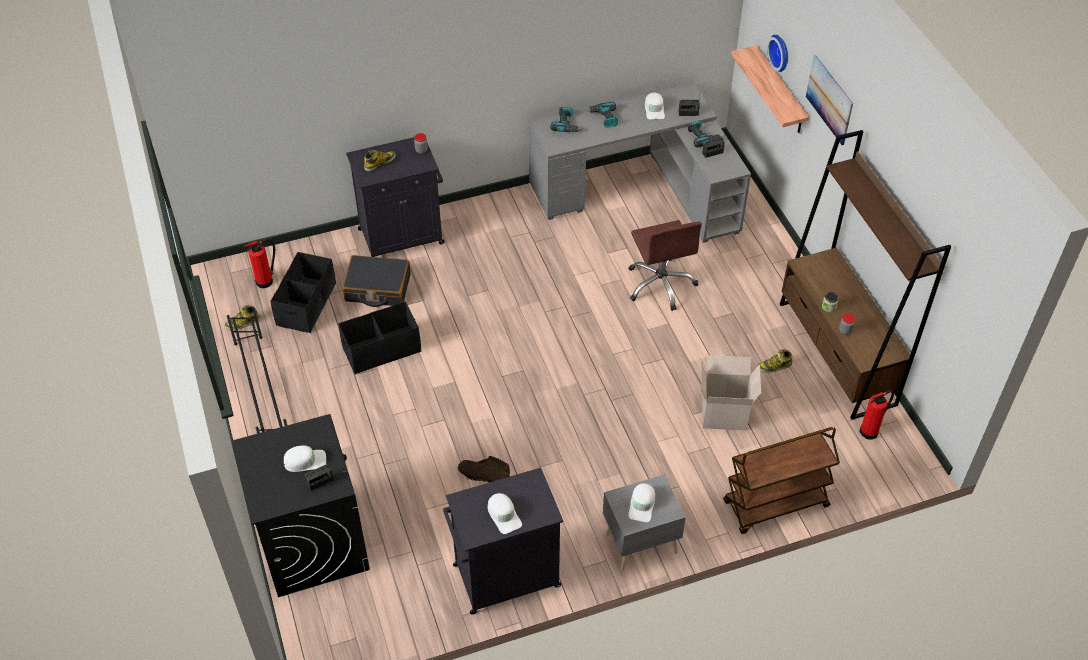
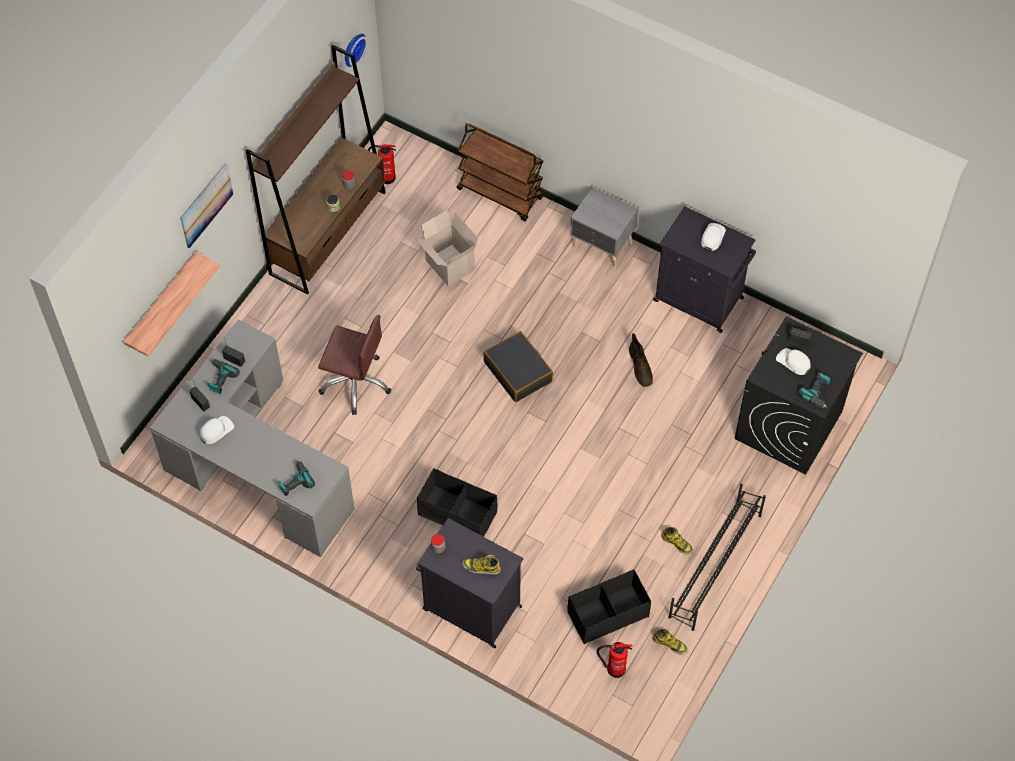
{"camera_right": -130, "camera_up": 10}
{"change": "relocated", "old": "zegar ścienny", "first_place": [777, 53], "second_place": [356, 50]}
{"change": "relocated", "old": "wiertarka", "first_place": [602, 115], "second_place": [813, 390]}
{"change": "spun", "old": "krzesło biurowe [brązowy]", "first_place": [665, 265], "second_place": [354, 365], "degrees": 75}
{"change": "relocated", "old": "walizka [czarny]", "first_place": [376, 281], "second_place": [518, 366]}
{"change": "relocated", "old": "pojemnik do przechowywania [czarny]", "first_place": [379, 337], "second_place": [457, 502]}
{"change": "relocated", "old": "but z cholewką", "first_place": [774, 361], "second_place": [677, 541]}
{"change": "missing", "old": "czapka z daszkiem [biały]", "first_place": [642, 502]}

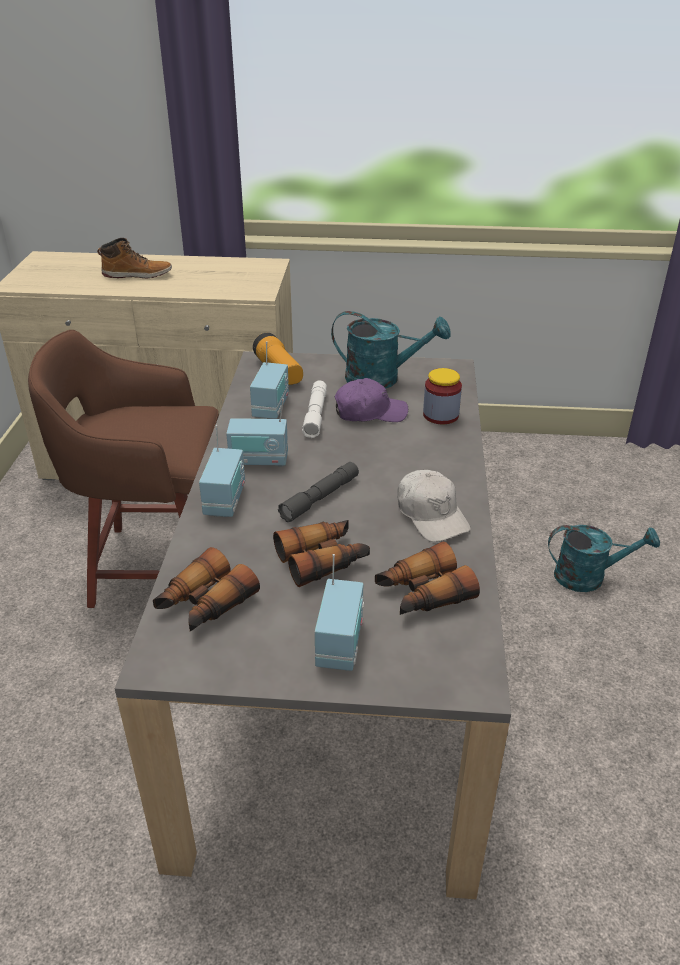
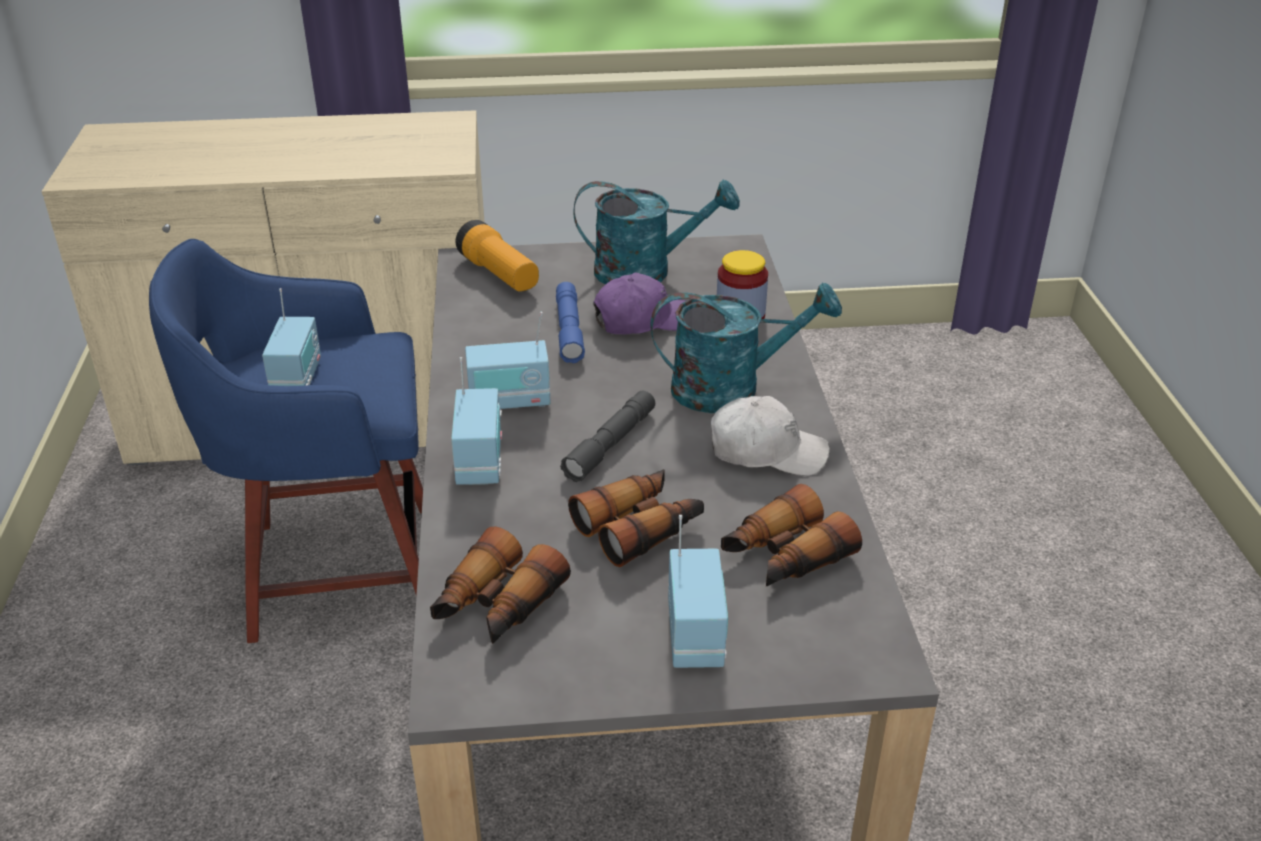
{"camera_right": -10, "camera_up": 0}
{"change": "missing", "old": "but z cholewką", "first_place": [134, 258]}
{"change": "colour", "old": "stołek [brązowy]", "new": "stołek [niebieski]", "first_place": [123, 469], "second_place": [286, 441]}
{"change": "relocated", "old": "radio", "first_place": [269, 380], "second_place": [291, 337]}
{"change": "colour", "old": "latarka [biały]", "new": "latarka [niebieski]", "first_place": [314, 409], "second_place": [570, 322]}
{"change": "spun", "old": "czapka z daszkiem [biały]", "first_place": [434, 506], "second_place": [770, 436], "degrees": -45}
{"change": "relocated", "old": "konewka [turkusowy]", "first_place": [604, 558], "second_place": [746, 347]}

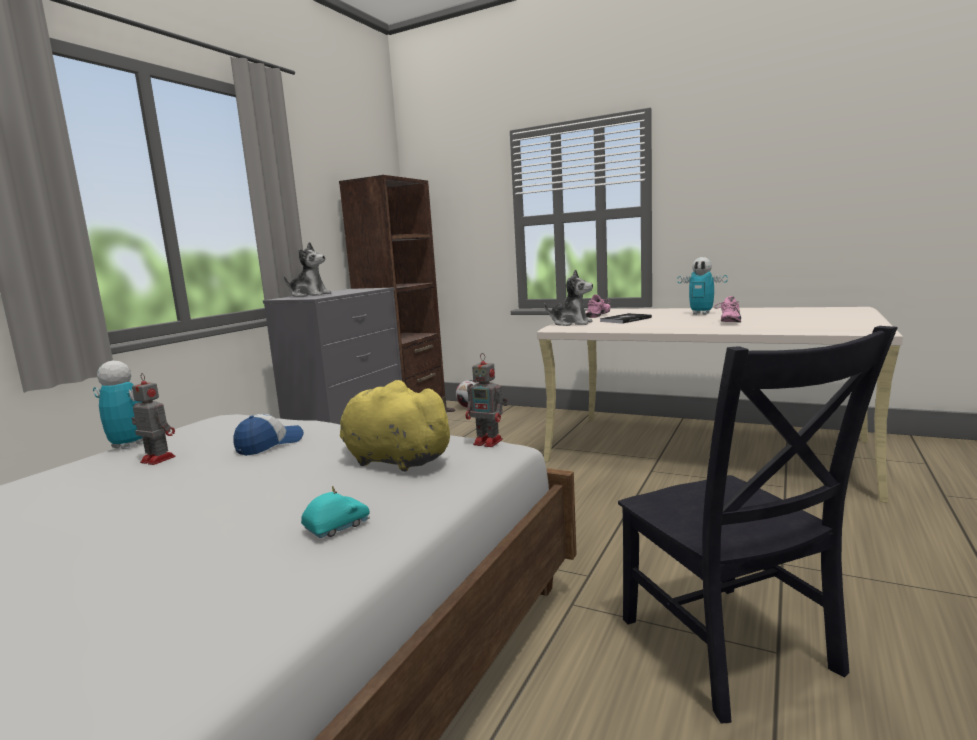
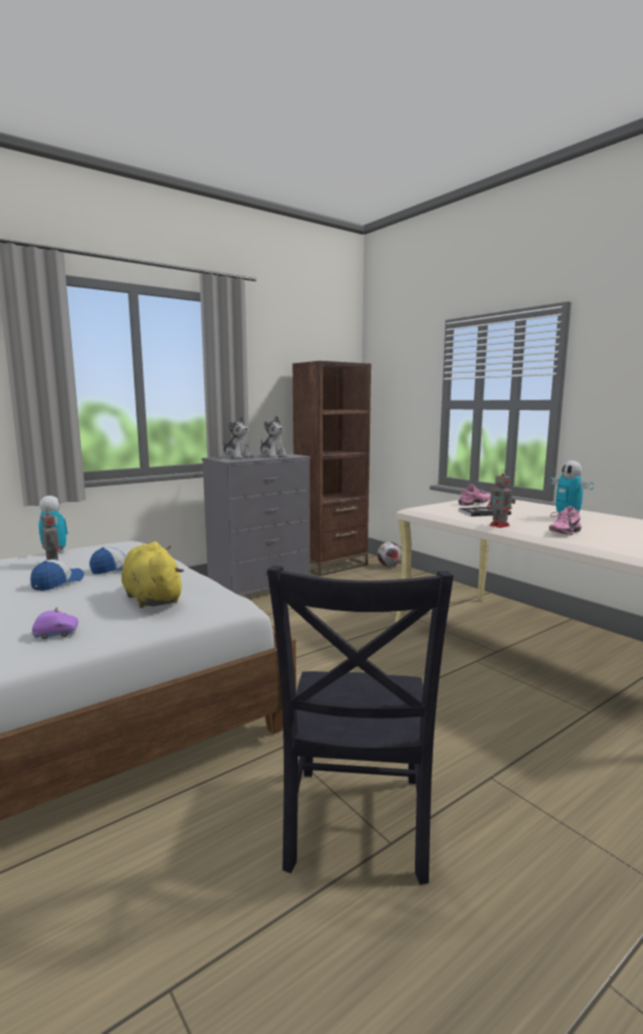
{"camera_right": 25, "camera_up": 0}
{"change": "relocated", "old": "pluszak", "first_place": [568, 297], "second_place": [274, 437]}
{"change": "relocated", "old": "robot zabawkowy", "first_place": [487, 400], "second_place": [501, 498]}
{"change": "colour", "old": "samochodzik [turkusowy]", "new": "samochodzik [fioletowy]", "first_place": [335, 512], "second_place": [55, 623]}
{"change": "appeared", "new": "czapka z daszkiem", "second_place": [57, 575]}

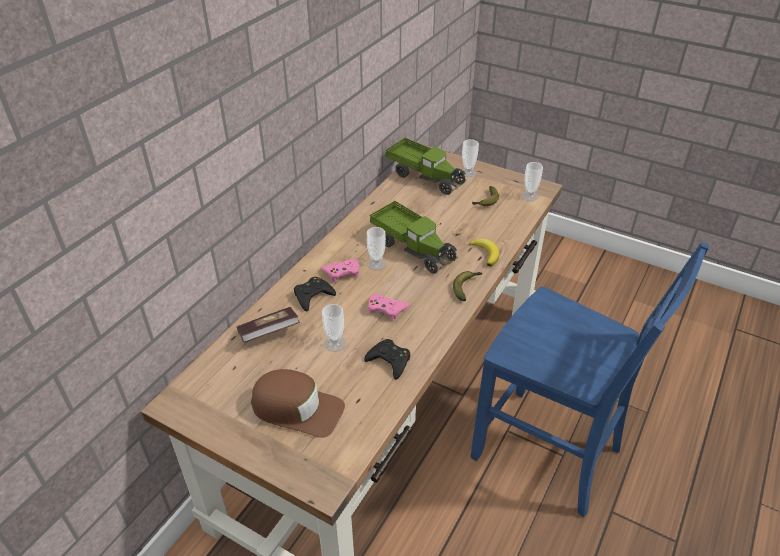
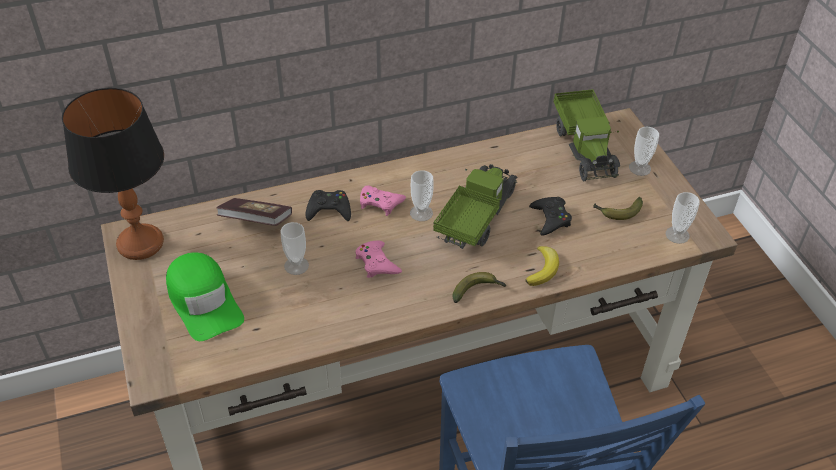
{"camera_right": 40, "camera_up": 5}
{"change": "spun", "old": "ciężarówka zabawkowa", "first_place": [414, 237], "second_place": [475, 206], "degrees": -150}
{"change": "relocated", "old": "pad do gier [czarny]", "first_place": [387, 359], "second_place": [550, 216]}
{"change": "colour", "old": "czapka z daszkiem [brązowy]", "new": "czapka z daszkiem [zielony]", "first_place": [298, 403], "second_place": [205, 296]}
{"change": "appeared", "new": "lampa stołowa", "second_place": [113, 174]}

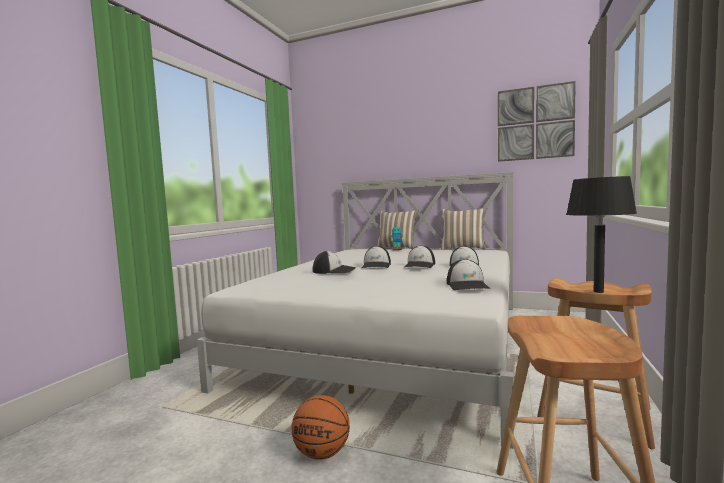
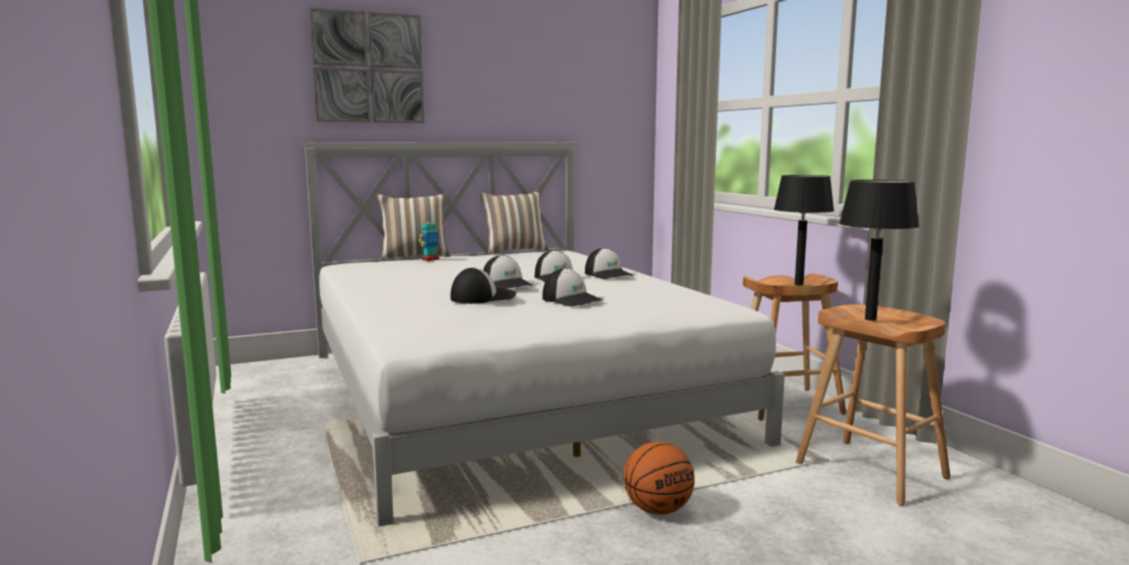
{"camera_right": -45, "camera_up": 5}
{"change": "relocated", "old": "obraz", "first_place": [537, 121], "second_place": [366, 65]}
{"change": "relocated", "old": "czapka z daszkiem", "first_place": [468, 274], "second_place": [572, 287]}
{"change": "appeared", "new": "lampa stołowa [czarny]", "second_place": [879, 250]}

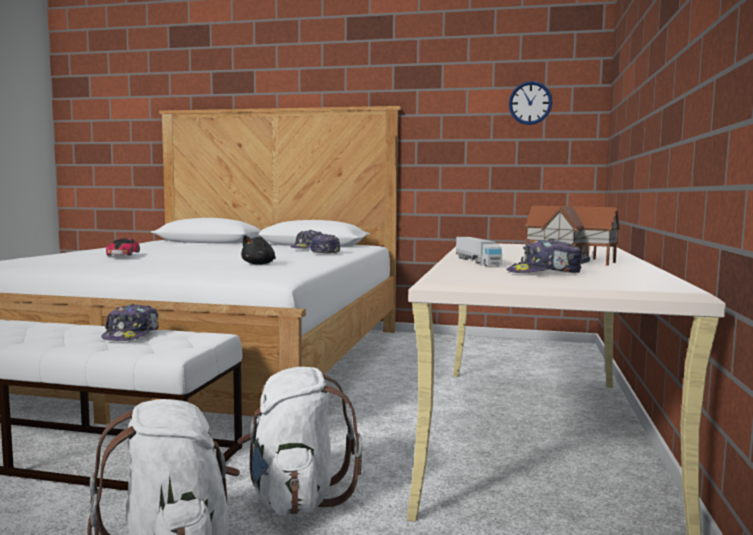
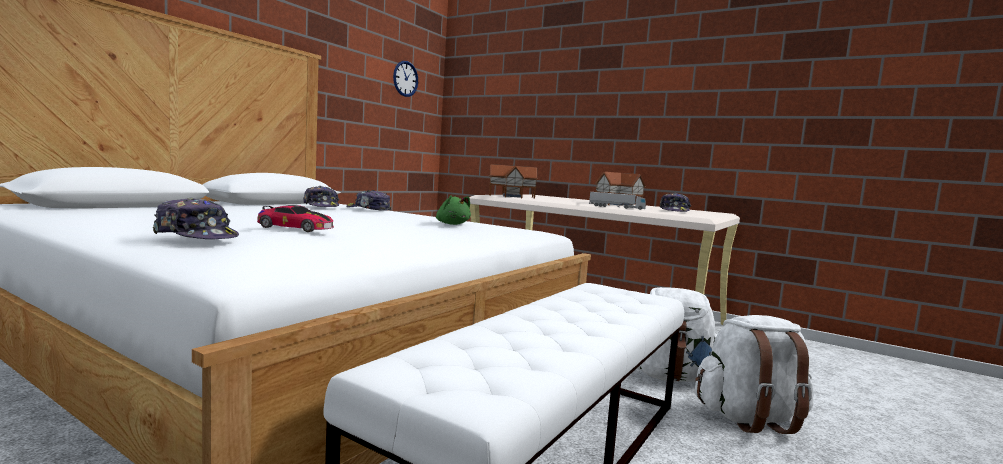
{"camera_right": -70, "camera_up": 0}
{"change": "colour", "old": "pluszak [czarny]", "new": "pluszak [zielony]", "first_place": [258, 250], "second_place": [453, 210]}
{"change": "relocated", "old": "czapka z daszkiem", "first_place": [130, 322], "second_place": [196, 218]}
{"change": "appeared", "new": "domek", "second_place": [513, 181]}

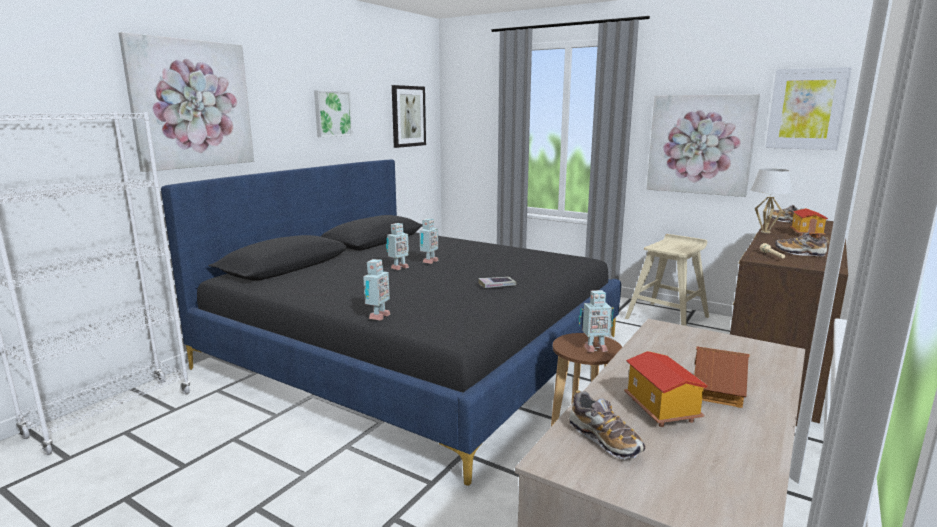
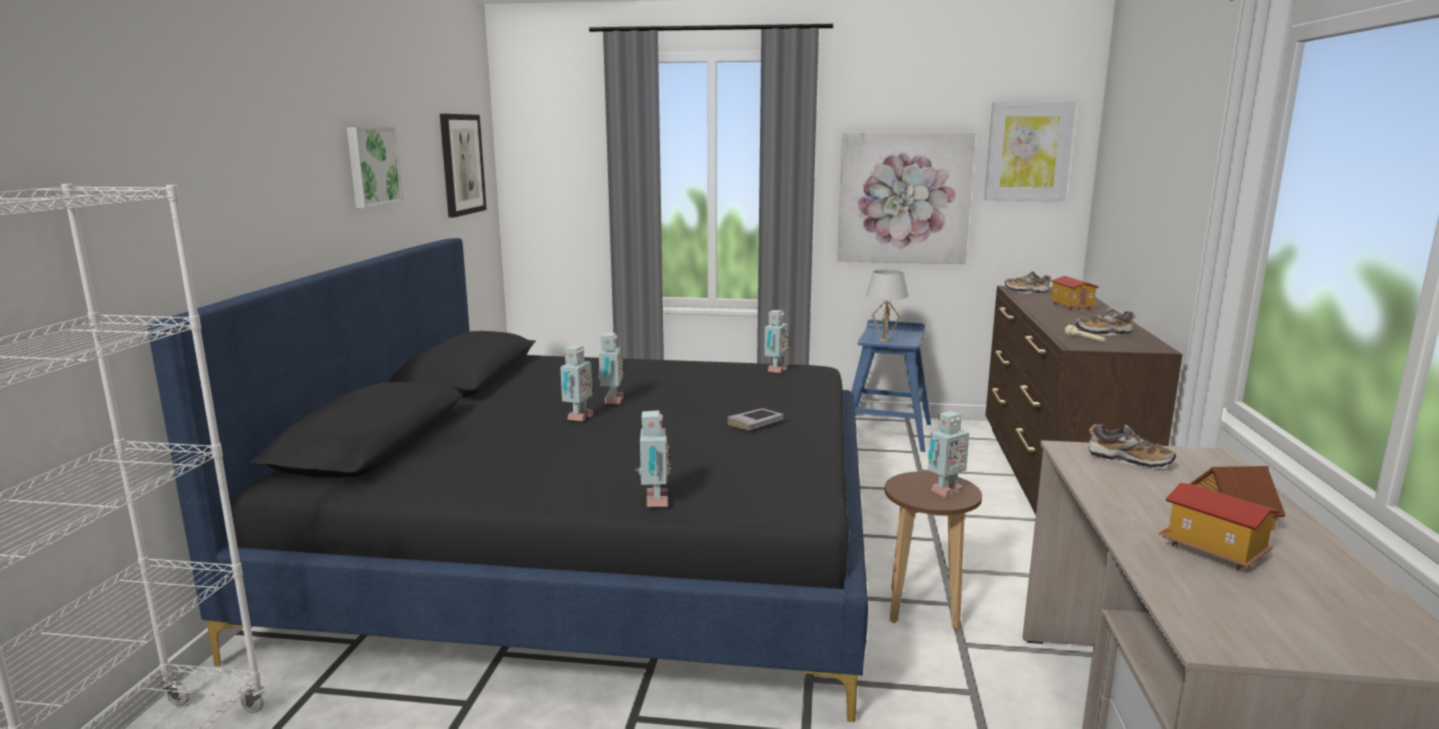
{"camera_right": -25, "camera_up": 0}
{"change": "missing", "old": "obraz", "first_place": [186, 102]}
{"change": "relocated", "old": "lampa stołowa [biały]", "first_place": [772, 201], "second_place": [887, 306]}
{"change": "colour", "old": "stołek [beżowy]", "new": "stołek [niebieski]", "first_place": [667, 280], "second_place": [891, 386]}
{"change": "relocated", "old": "but", "first_place": [607, 425], "second_place": [1132, 446]}
{"change": "appeared", "new": "robot zabawkowy", "second_place": [776, 341]}

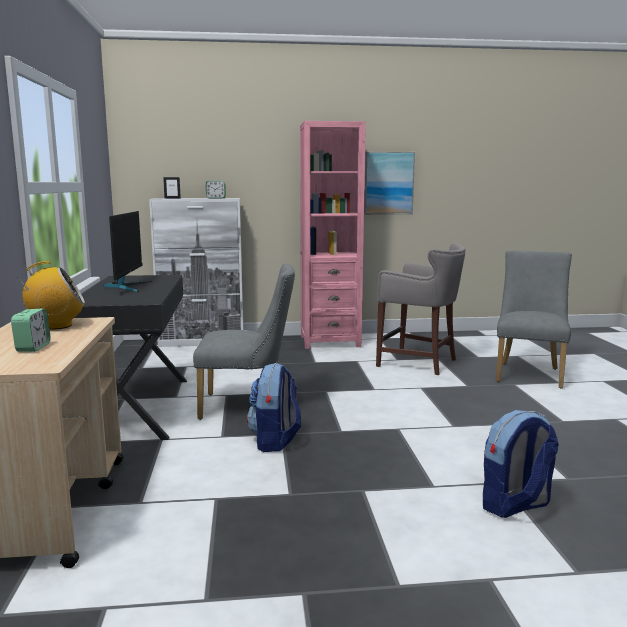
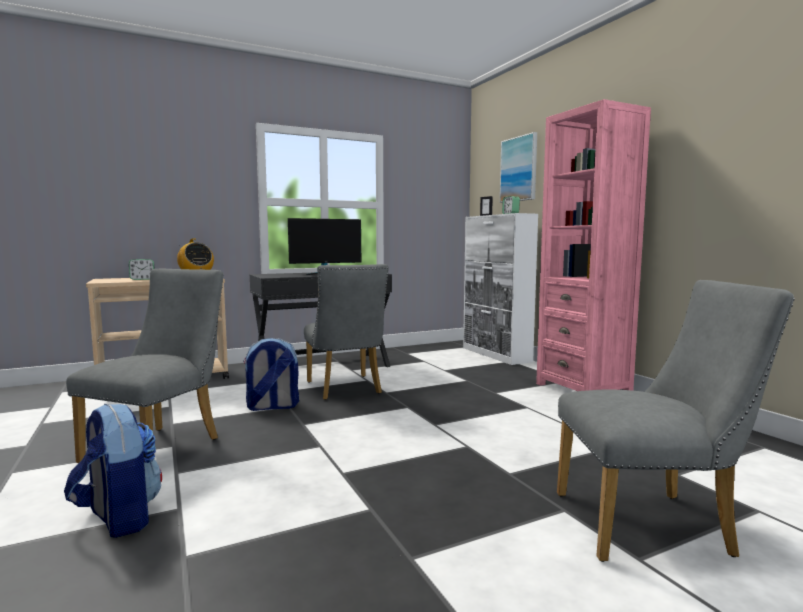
{"camera_right": 70, "camera_up": -5}
{"change": "relocated", "old": "obraz", "first_place": [389, 183], "second_place": [518, 167]}
{"change": "missing", "old": "stołek [szary]", "first_place": [420, 309]}
{"change": "appeared", "new": "krzesło [szary]", "second_place": [145, 366]}

